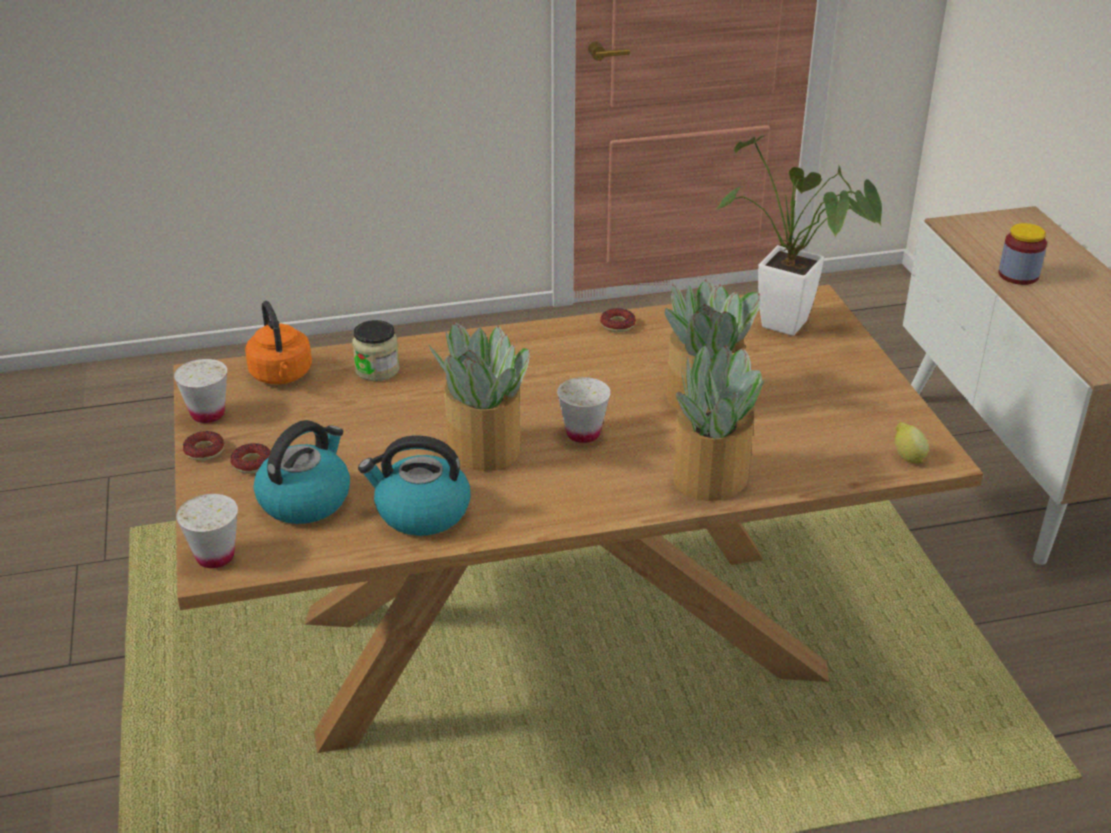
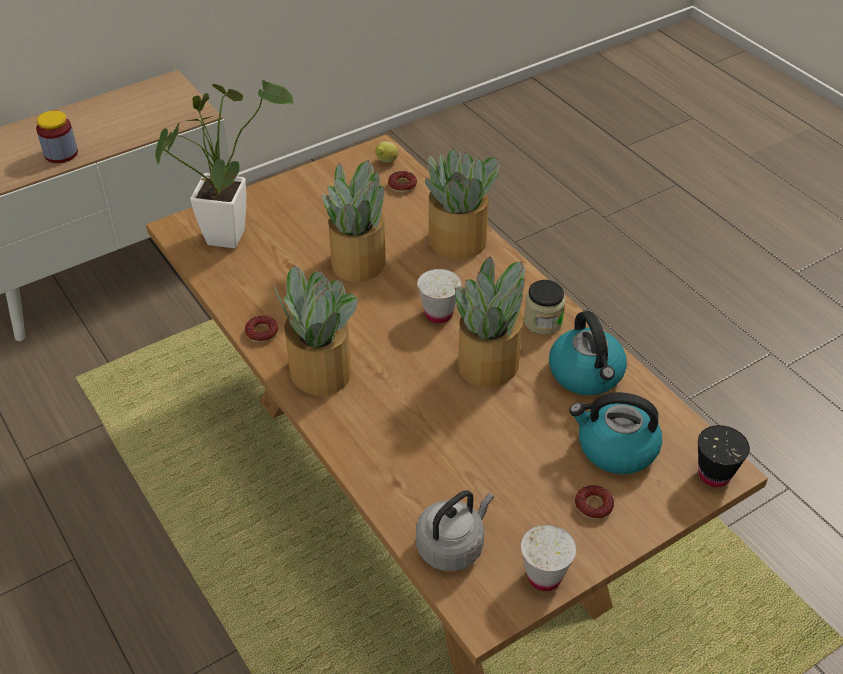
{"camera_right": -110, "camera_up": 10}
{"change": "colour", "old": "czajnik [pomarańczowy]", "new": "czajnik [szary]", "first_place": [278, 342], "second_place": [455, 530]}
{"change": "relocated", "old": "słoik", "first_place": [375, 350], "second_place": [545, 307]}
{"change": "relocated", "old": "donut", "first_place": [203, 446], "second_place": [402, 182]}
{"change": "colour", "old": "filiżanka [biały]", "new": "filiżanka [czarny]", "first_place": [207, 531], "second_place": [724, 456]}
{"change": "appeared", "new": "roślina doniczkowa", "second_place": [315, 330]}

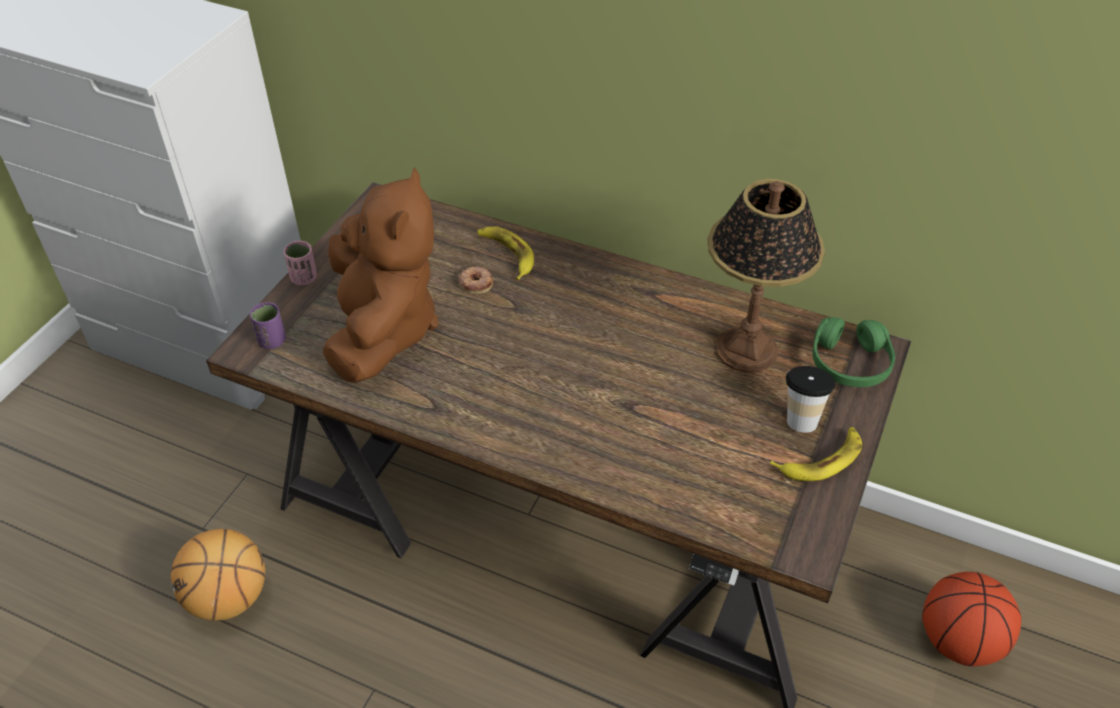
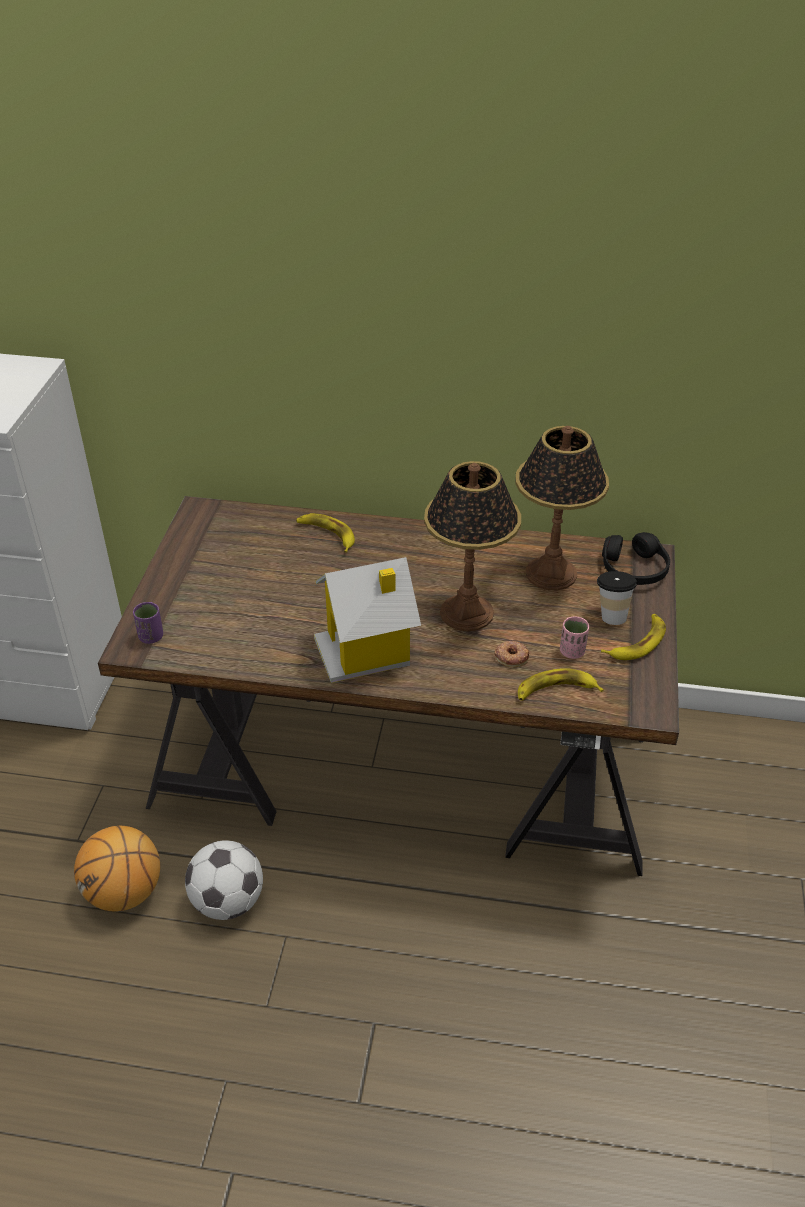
{"camera_right": -15, "camera_up": -5}
{"change": "missing", "old": "pluszak [brązowy]", "first_place": [381, 275]}
{"change": "relocated", "old": "filiżanka [różowy]", "first_place": [300, 263], "second_place": [574, 637]}
{"change": "relocated", "old": "donut", "first_place": [475, 280], "second_place": [511, 654]}
{"change": "colour", "old": "słuchawki [zielony]", "new": "słuchawki [czarny]", "first_place": [853, 352], "second_place": [636, 558]}
{"change": "missing", "old": "piłka do koszykówki", "first_place": [972, 619]}
{"change": "appeared", "new": "lampa stołowa", "second_place": [472, 546]}
{"change": "appeared", "new": "domek", "second_place": [367, 620]}
{"change": "appeared", "new": "banan", "second_place": [561, 684]}
{"change": "appeared", "new": "piłka futbolowa", "second_place": [224, 880]}

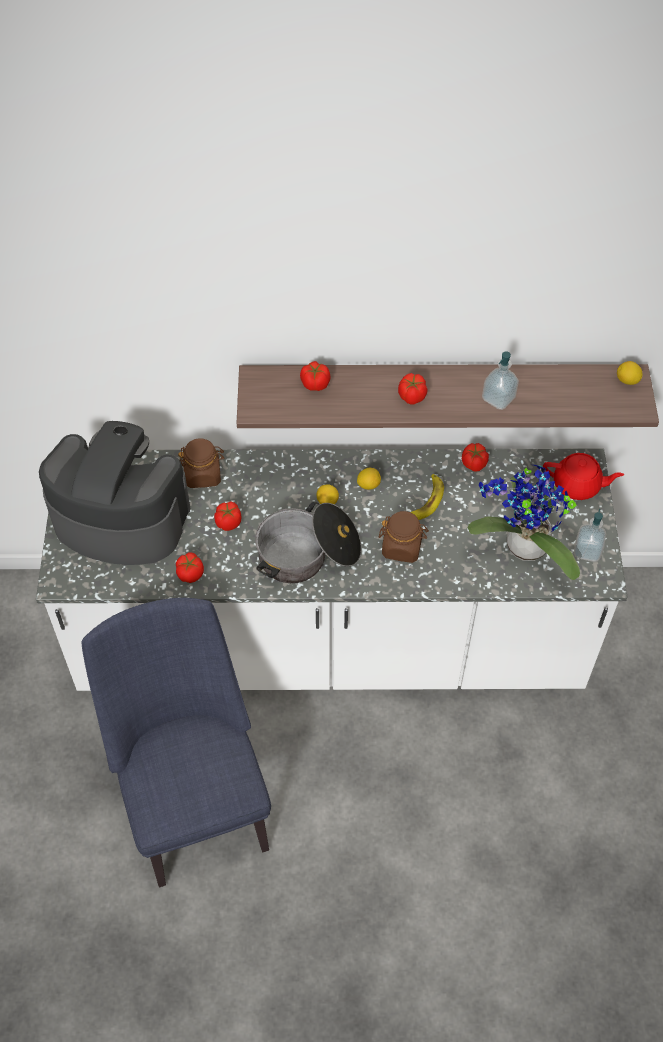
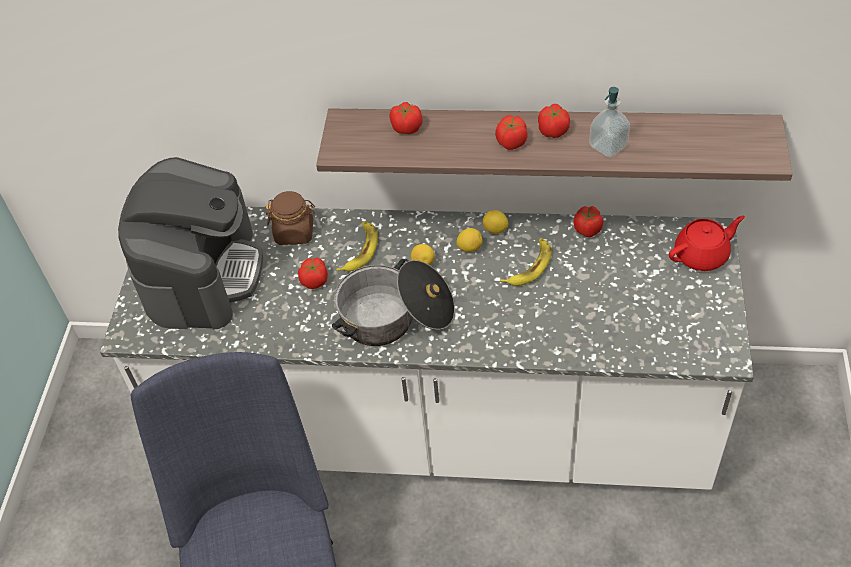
{"camera_right": 10, "camera_up": -5}
{"change": "relocated", "old": "cytryna", "first_place": [630, 373], "second_place": [495, 222]}
{"change": "spun", "old": "ekspres do kawy", "first_place": [114, 493], "second_place": [190, 243], "degrees": 75}
{"change": "spun", "old": "imbryk [czerwony]", "first_place": [583, 476], "second_place": [707, 243], "degrees": -45}
{"change": "missing", "old": "roślina doniczkowa", "first_place": [524, 520]}
{"change": "missing", "old": "dozownik mydła", "first_place": [590, 535]}
{"change": "missing", "old": "słoik [brązowy]", "first_place": [404, 537]}
{"change": "relocated", "old": "pomidor", "first_place": [190, 567], "second_place": [554, 121]}
{"change": "appeared", "new": "banan", "second_place": [357, 246]}

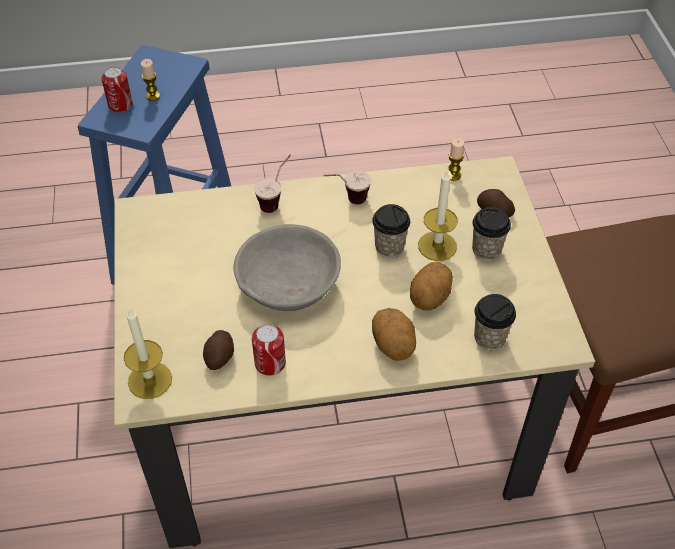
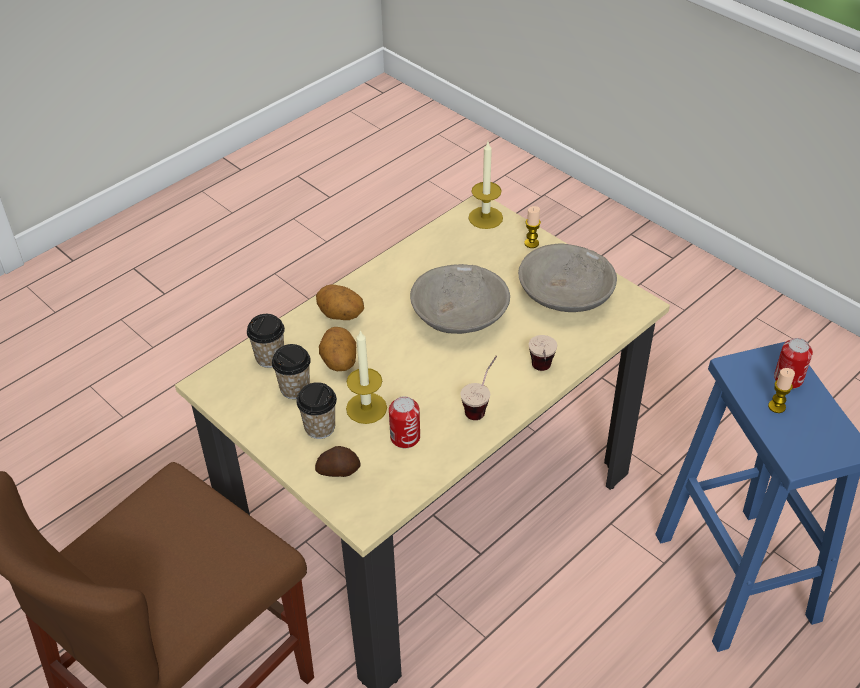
{"camera_right": 145, "camera_up": -5}
{"change": "relocated", "old": "świeca", "first_place": [456, 159], "second_place": [532, 227]}
{"change": "relocated", "old": "filiżanka", "first_place": [391, 231], "second_place": [291, 371]}
{"change": "relocated", "old": "puszka", "first_place": [269, 350], "second_place": [404, 422]}
{"change": "missing", "old": "ziemniak", "first_place": [218, 350]}
{"change": "appeared", "new": "miska [szary]", "second_place": [567, 278]}

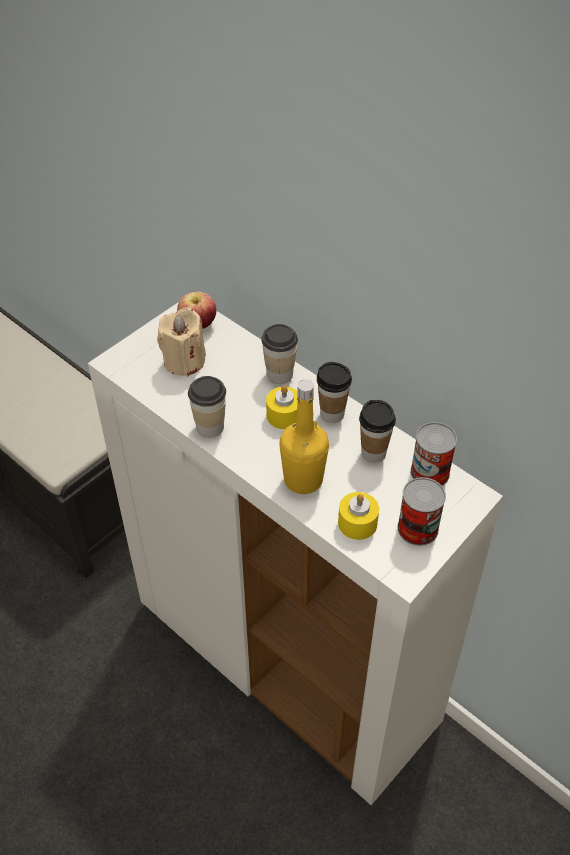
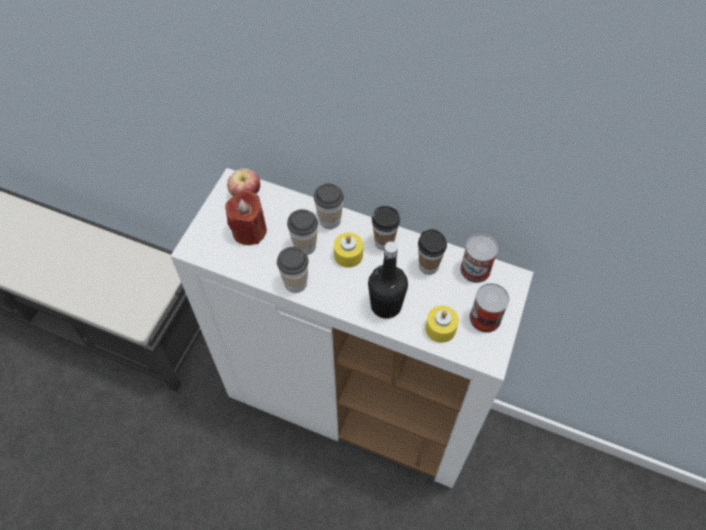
{"camera_right": -20, "camera_up": 10}
{"change": "colour", "old": "świeca [beżowy]", "new": "świeca [czerwony]", "first_place": [181, 342], "second_place": [246, 217]}
{"change": "colour", "old": "butelka [żółty]", "new": "butelka [czarny]", "first_place": [304, 437], "second_place": [388, 280]}
{"change": "appeared", "new": "filiżanka", "second_place": [302, 232]}

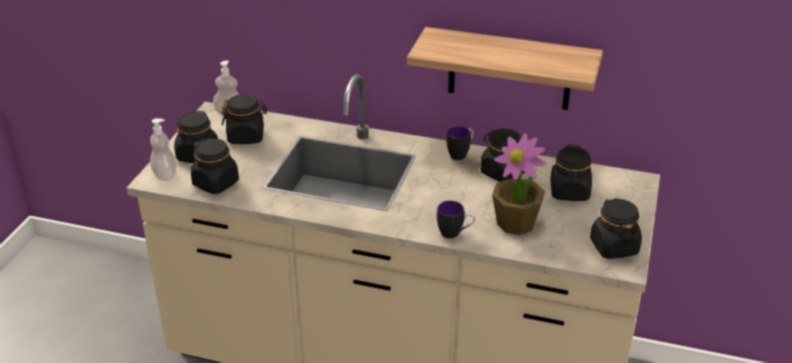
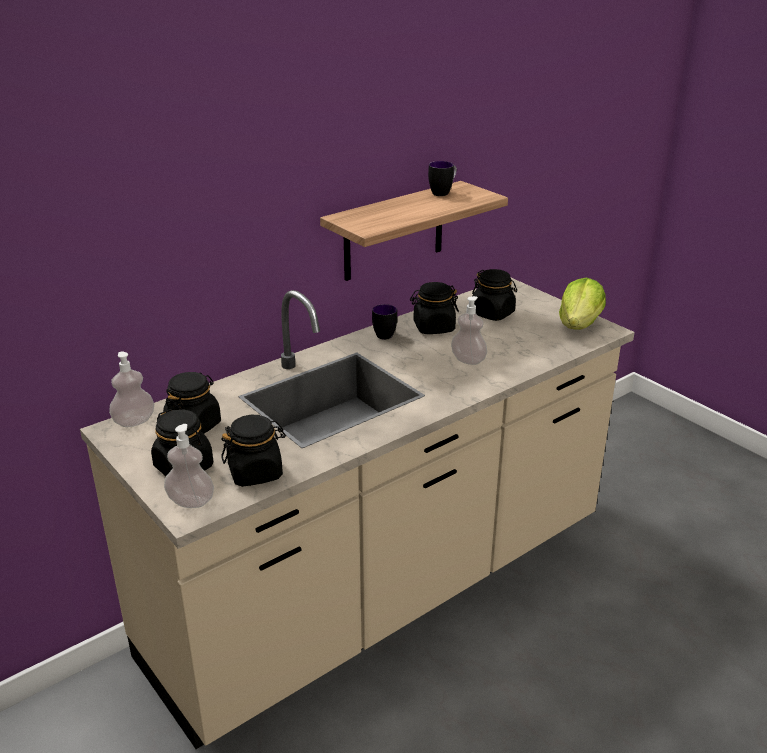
{"camera_right": -55, "camera_up": -5}
{"change": "missing", "old": "roślina doniczkowa", "first_place": [519, 184]}
{"change": "exchanged", "old": "słoik [czarny]", "new": "sałata", "first_place": [616, 228], "second_place": [582, 303]}
{"change": "relocated", "old": "kubek", "first_place": [456, 220], "second_place": [442, 178]}
{"change": "appeared", "new": "dozownik mydła", "second_place": [469, 330]}

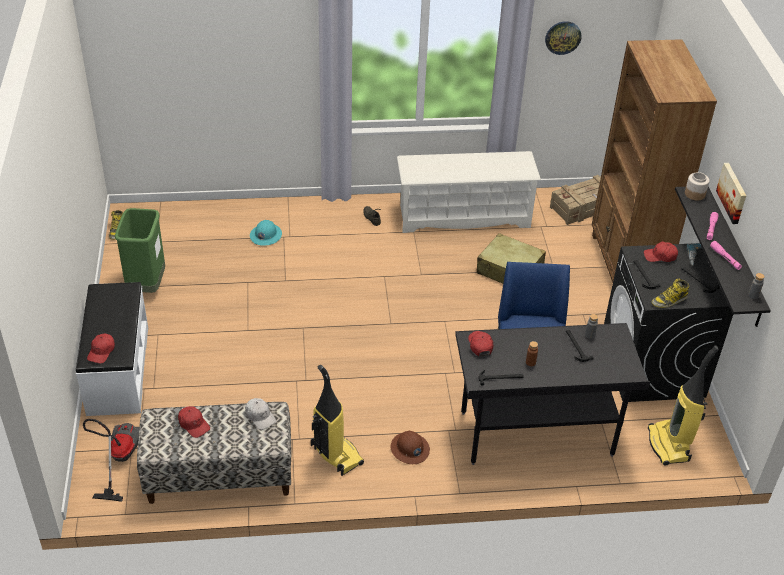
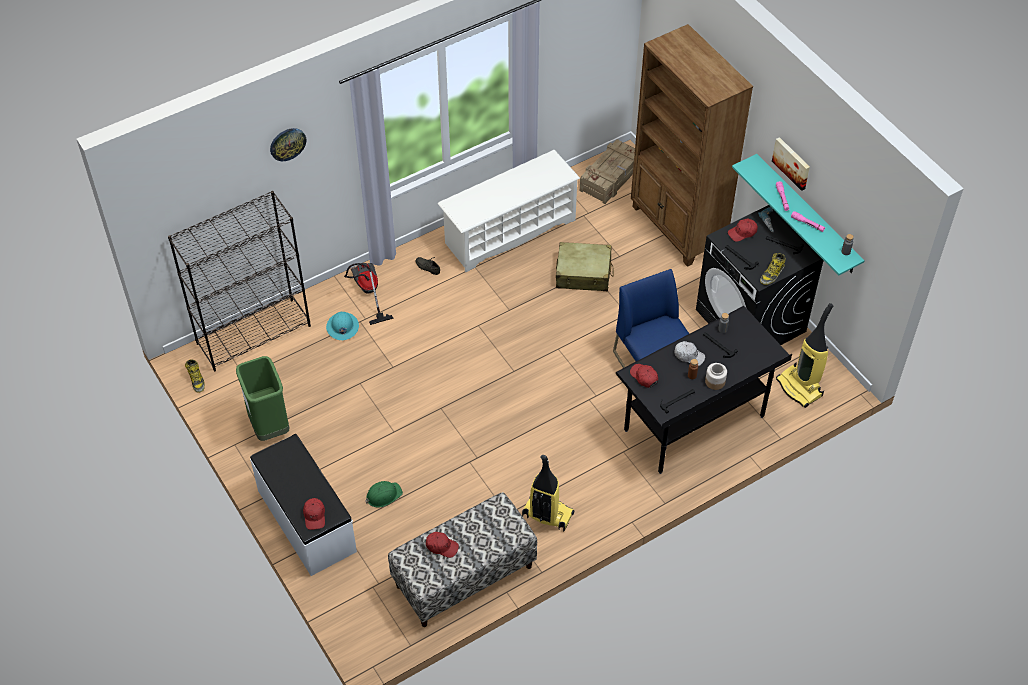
{"camera_right": -25, "camera_up": 10}
{"change": "relocated", "old": "zegar ścienny", "first_place": [563, 38], "second_place": [288, 144]}
{"change": "relocated", "old": "słoik", "first_place": [697, 186], "second_place": [716, 376]}
{"change": "colour", "old": "półka [czarny]", "new": "półka [turkusowy]", "first_place": [723, 257], "second_place": [798, 214]}
{"change": "relocated", "old": "czapka z daszkiem [biały]", "first_place": [260, 414], "second_place": [689, 353]}
{"change": "relocated", "old": "odkurzacz", "first_place": [111, 460], "second_place": [369, 294]}
{"change": "missing", "old": "kask [brązowy]", "first_place": [410, 447]}
{"change": "appeared", "new": "regał [czarny]", "second_place": [239, 281]}
{"change": "appeared", "new": "kask [zielony]", "second_place": [384, 494]}

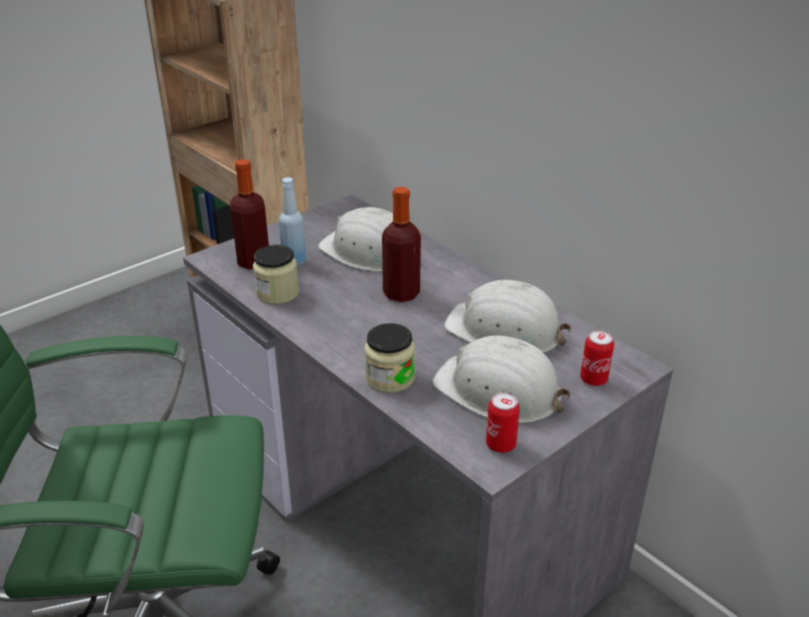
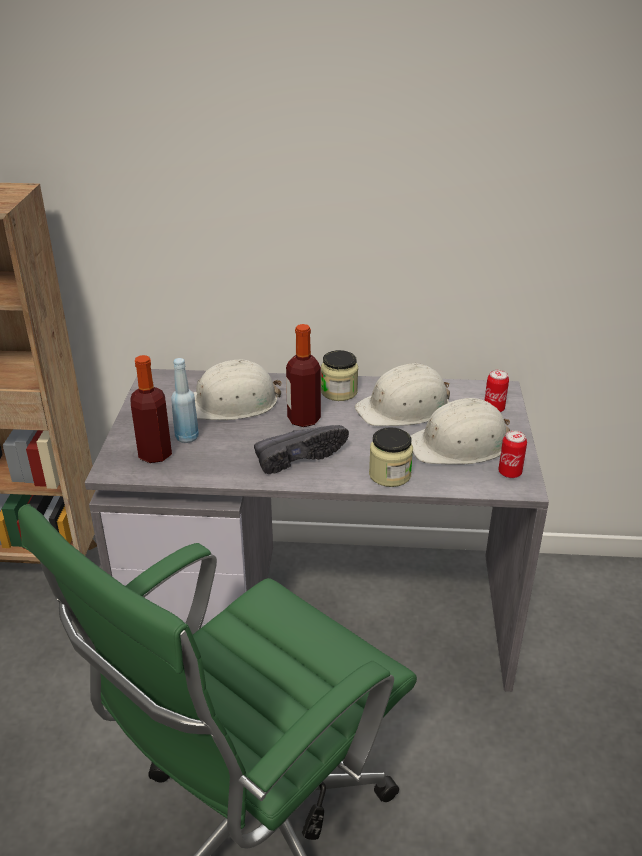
{"camera_right": -45, "camera_up": 0}
{"change": "relocated", "old": "słoik", "first_place": [276, 274], "second_place": [339, 375]}
{"change": "appeared", "new": "but [czarny]", "second_place": [301, 449]}

